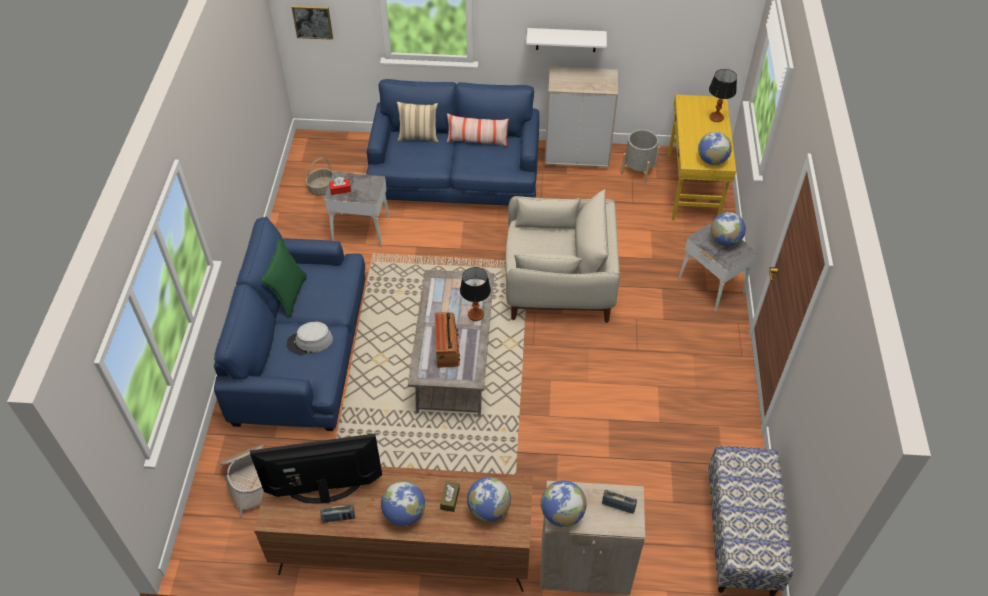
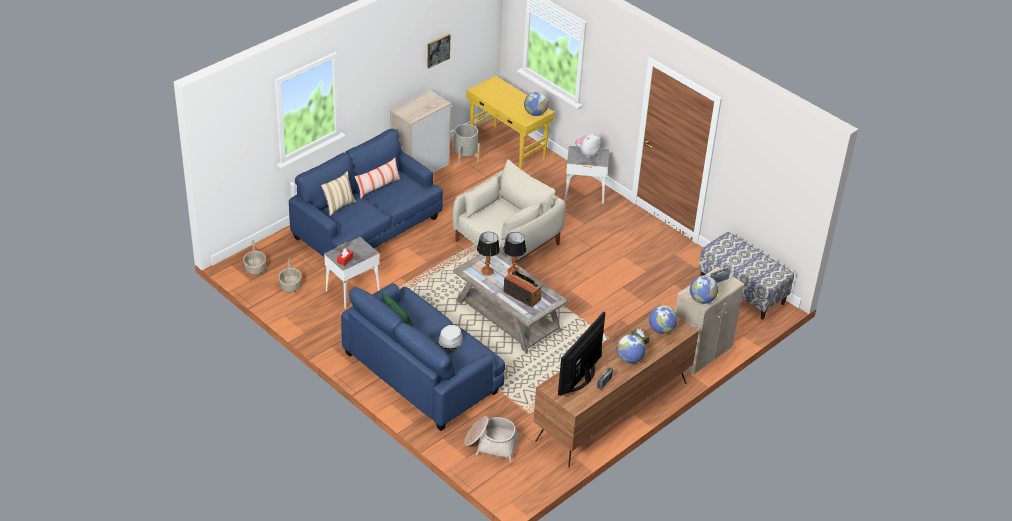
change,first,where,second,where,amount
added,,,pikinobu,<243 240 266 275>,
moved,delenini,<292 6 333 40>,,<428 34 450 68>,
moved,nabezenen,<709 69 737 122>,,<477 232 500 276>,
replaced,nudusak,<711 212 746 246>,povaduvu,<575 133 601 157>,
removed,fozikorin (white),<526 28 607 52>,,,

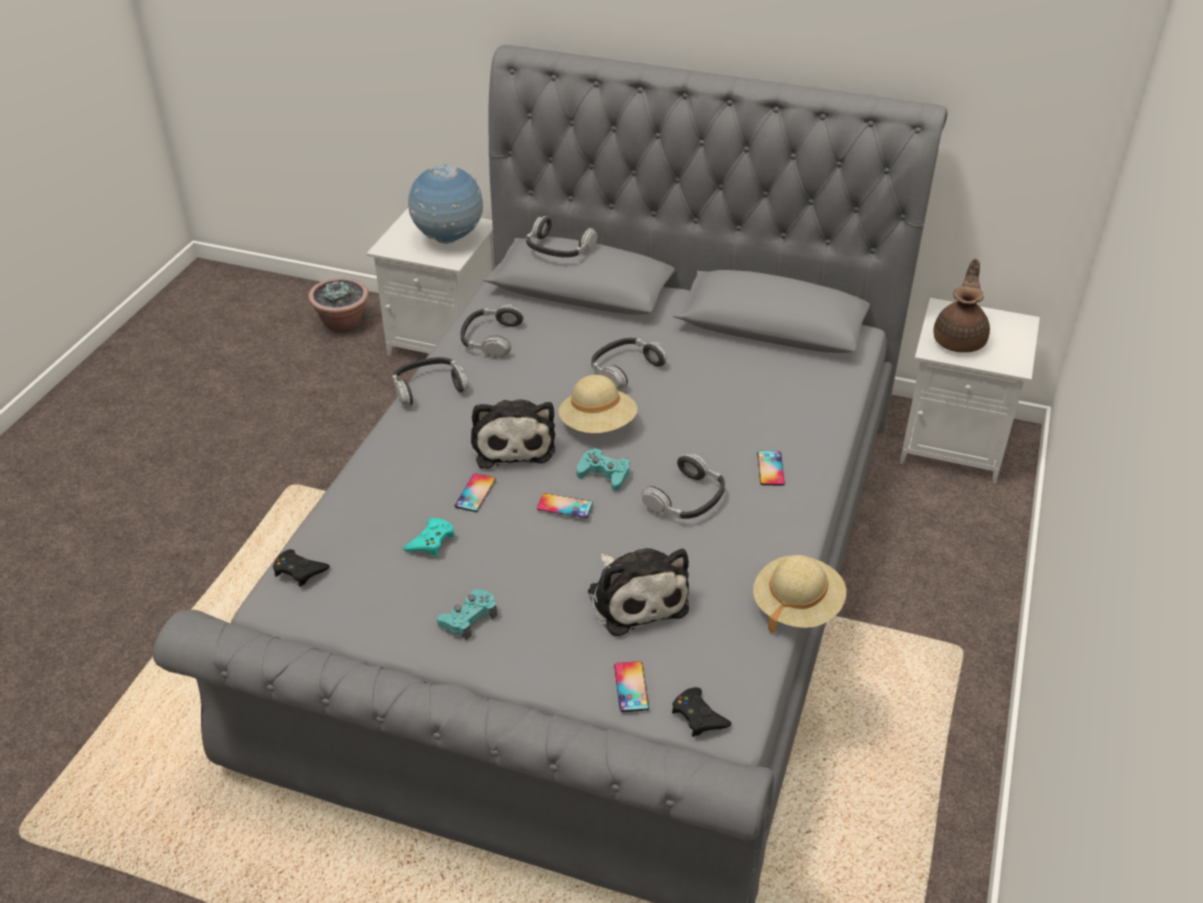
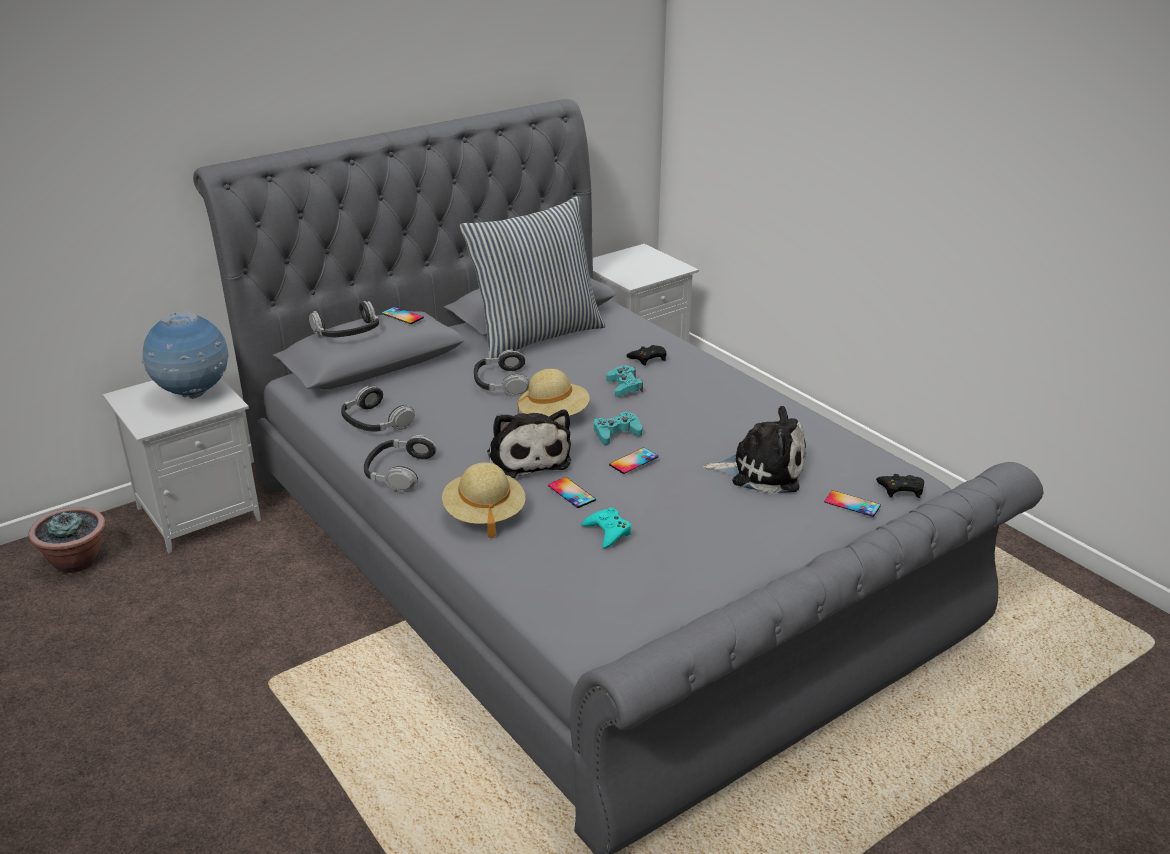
change,first,where,second,where,amount
moved,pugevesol,<757 451 785 486>,,<382 307 424 324>,
moved,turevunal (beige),<753 555 846 634>,,<442 462 525 538>,
added,,,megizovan,<460 196 605 359>,
turned,povaduvu,<471 399 555 469>,,<487 410 572 478>,45 degrees clockwise
moved,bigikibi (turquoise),<437 589 497 640>,,<606 366 643 397>,
moved,bigikibi (black),<273 549 330 587>,,<626 345 667 366>,
removed,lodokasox,<642 454 725 519>,,,
removed,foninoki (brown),<934 259 990 352>,,,

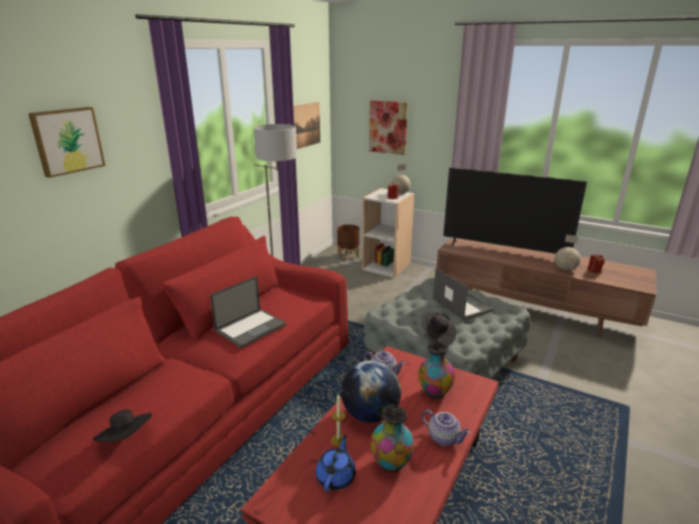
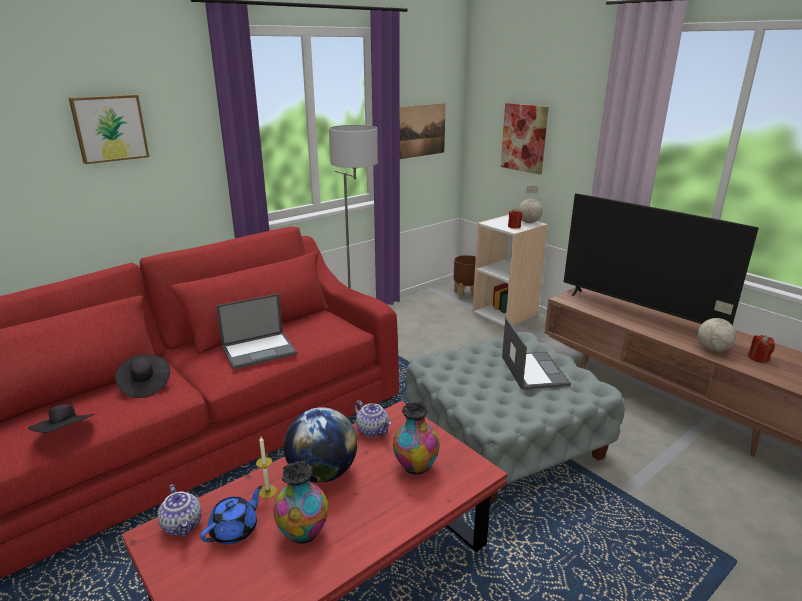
change,first,where,second,where,amount
moved,turevunal (black),<422 313 456 345>,,<115 355 170 398>,
moved,foninoki,<422 410 471 446>,,<158 484 202 536>,

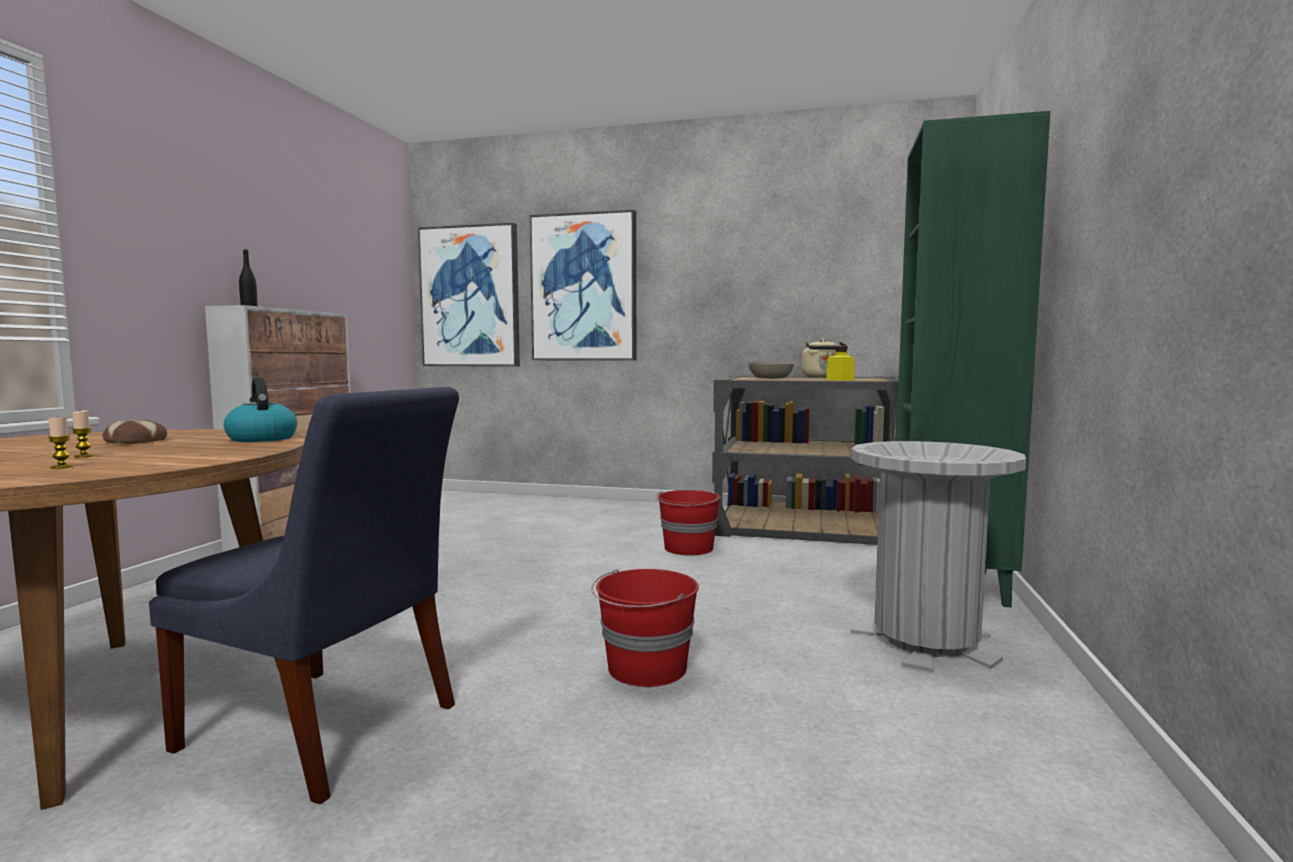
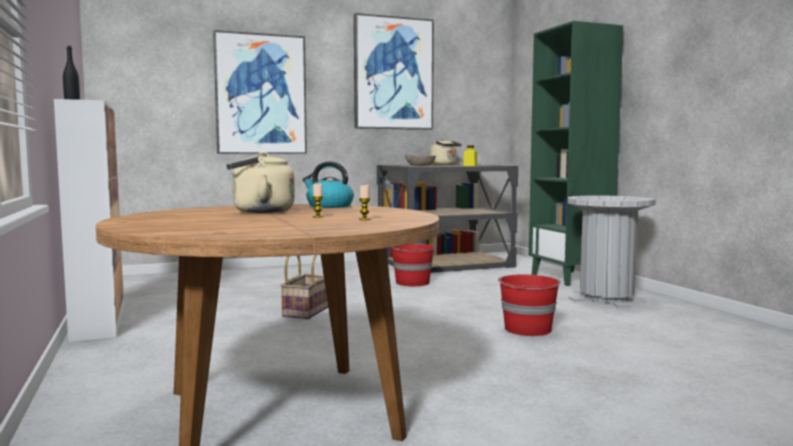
change,first,where,second,where,amount
replaced,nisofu,<102 420 167 444>,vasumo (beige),<226 152 295 213>,
added,,,pikinobu,<280 255 328 319>,
moved,delenini,<418 223 520 367>,,<354 13 434 130>,
removed,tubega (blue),<149 387 459 804>,,,

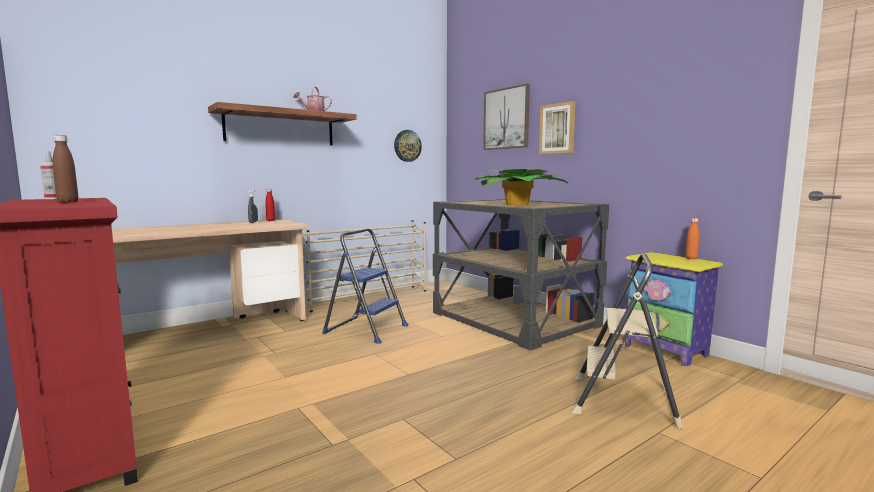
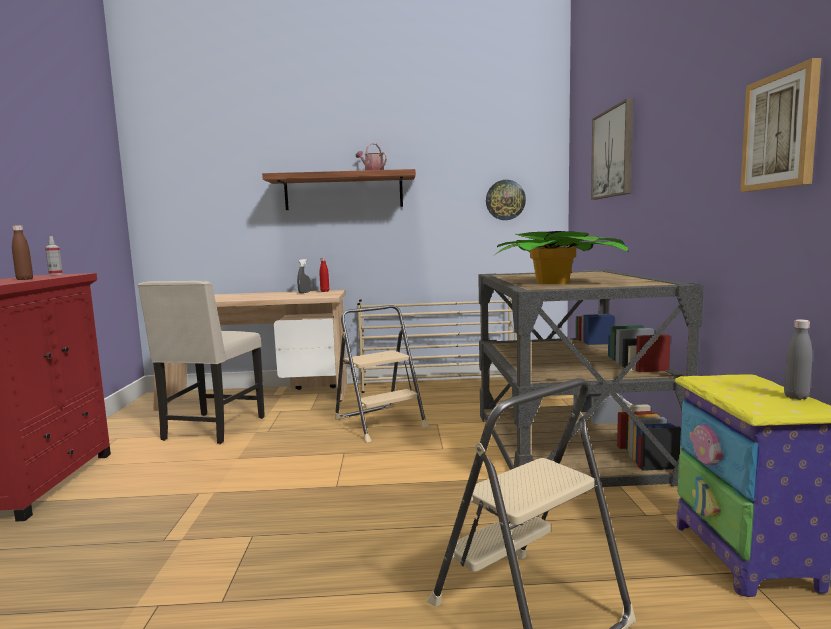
change,first,where,second,where,amount
added,,,tubega (beige),<138 281 265 444>,
recoloured,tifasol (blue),<322 228 409 344>,tifasol (beige),<335 305 429 442>,
moved,delenini,<539 101 576 154>,,<740 58 821 192>,
recoloured,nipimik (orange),<685 218 699 259>,nipimik (grey),<784 319 812 400>,

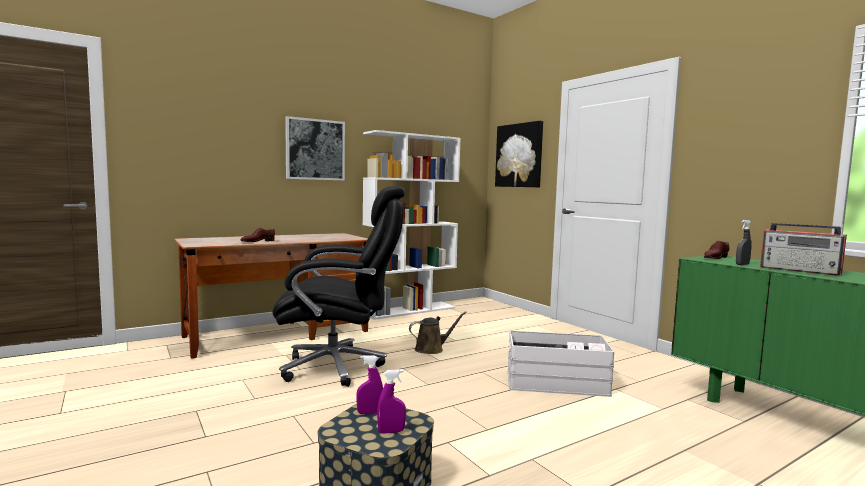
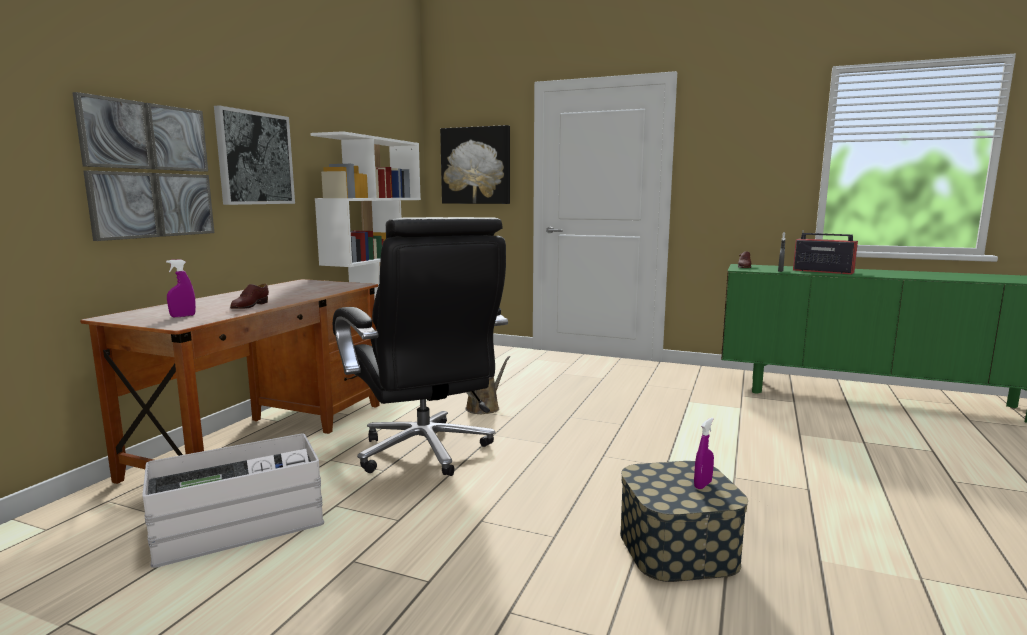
change,first,where,second,where,amount
added,,,delenini,<72 92 214 241>,
moved,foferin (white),<507 331 614 397>,,<142 433 324 568>,
moved,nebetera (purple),<356 355 383 414>,,<166 259 196 317>,
turned,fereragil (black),<272 186 405 387>,,<333 217 508 476>,105 degrees clockwise
turned,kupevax,<760 223 847 276>,,<793 230 858 274>,150 degrees counterclockwise

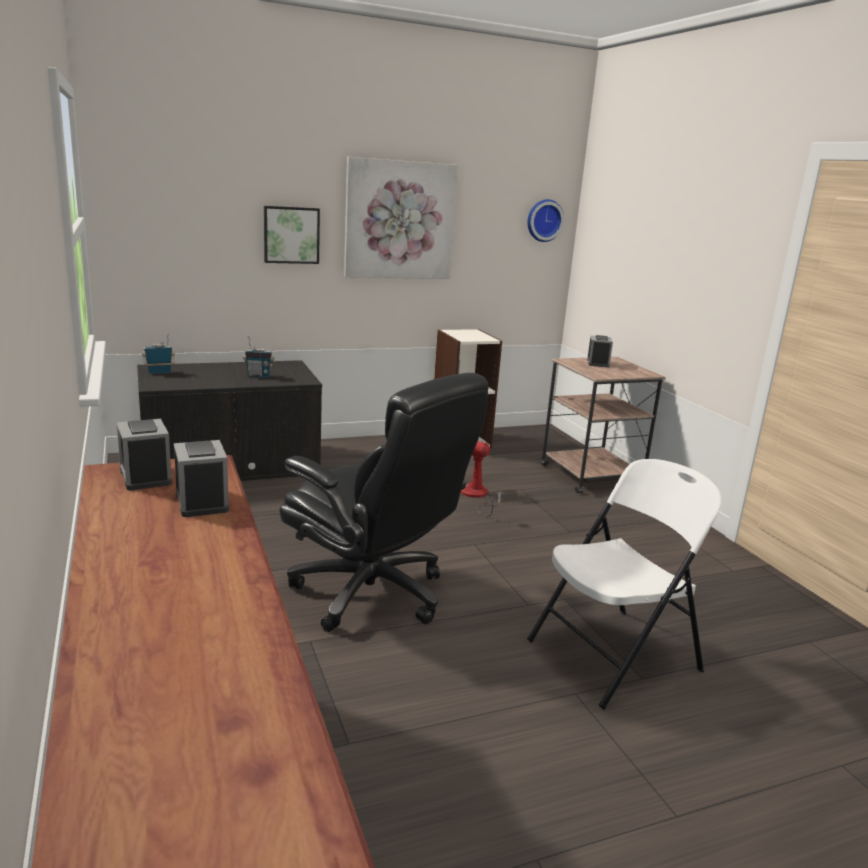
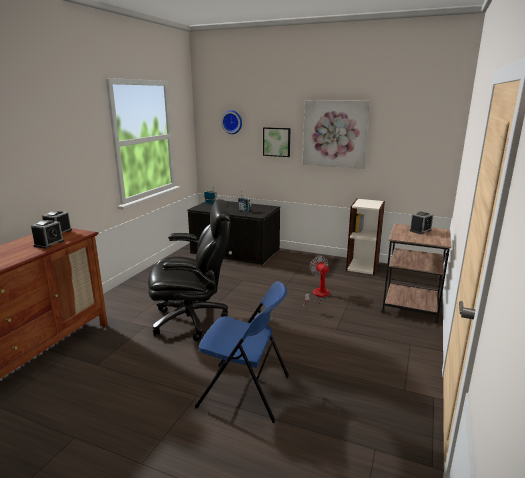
change,first,where,second,where,amount
turned,fereragil (black),<280 373 488 632>,,<148 199 231 341>,90 degrees counterclockwise
recoloured,tubega (white),<527 459 722 710>,tubega (blue),<195 281 289 423>,
moved,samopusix,<527 199 564 242>,,<221 110 242 134>,

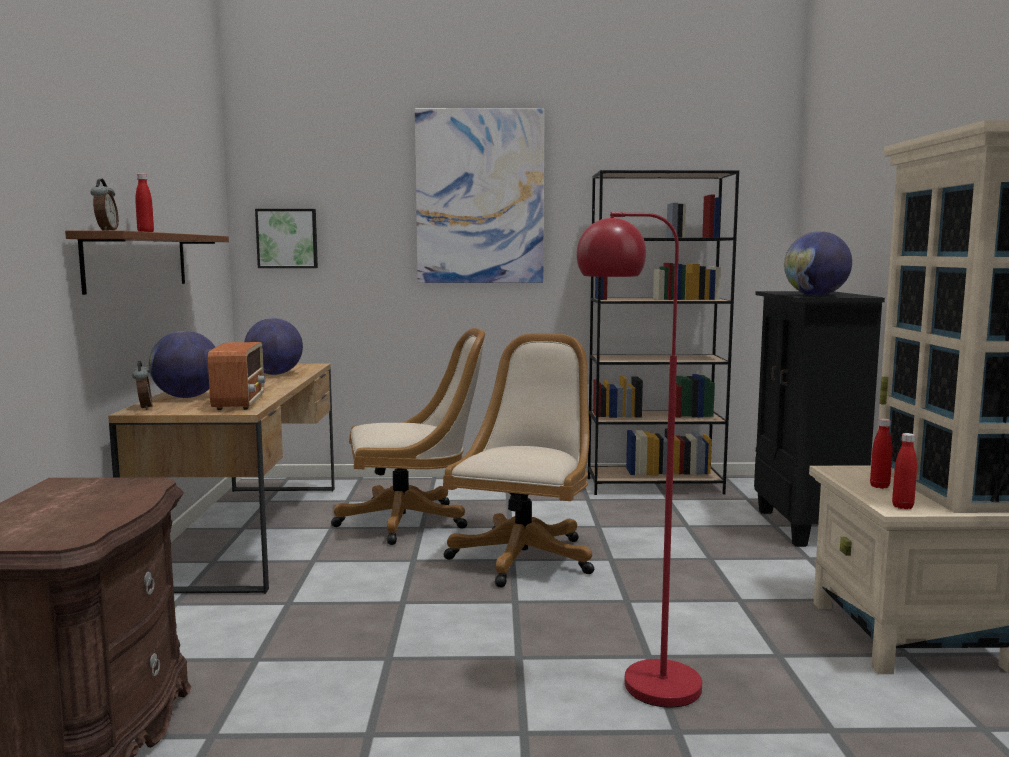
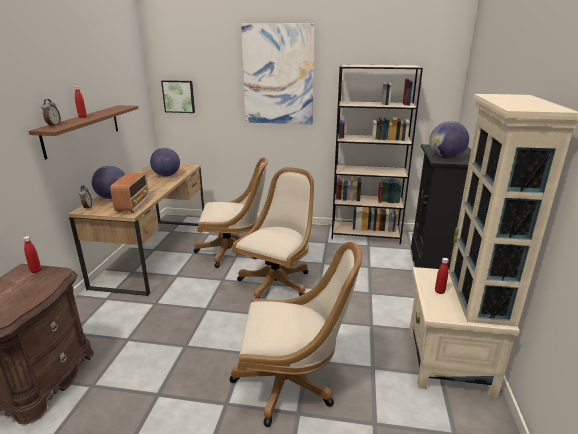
change,first,where,second,where,amount
moved,nipimik (red),<892 433 917 509>,,<23 236 41 273>,
replaced,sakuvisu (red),<577 212 702 708>,fereragil,<229 242 362 427>,

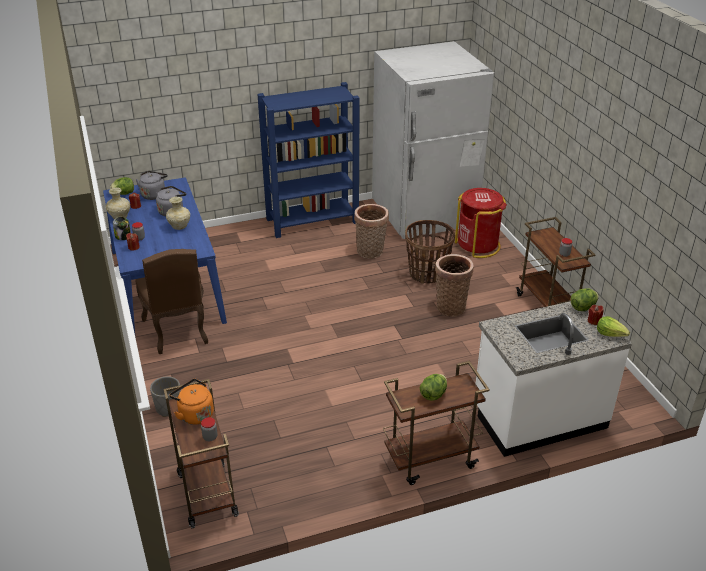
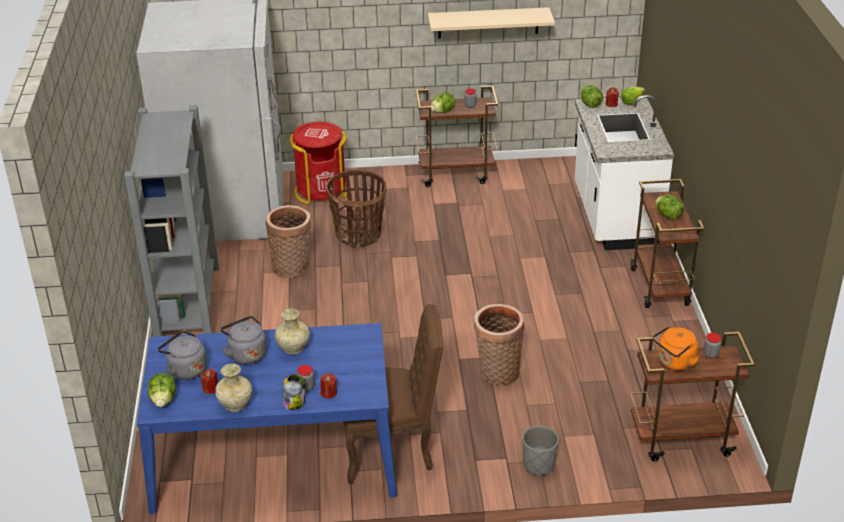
change,first,where,second,where,amount
recoloured,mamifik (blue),<257 82 360 238>,mamifik (grey),<124 105 219 337>,
added,,,fozikorin (beige),<428 7 555 39>,
added,,,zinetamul,<430 92 456 113>,
moved,pikinobu,<435 254 473 317>,,<474 304 524 386>,

